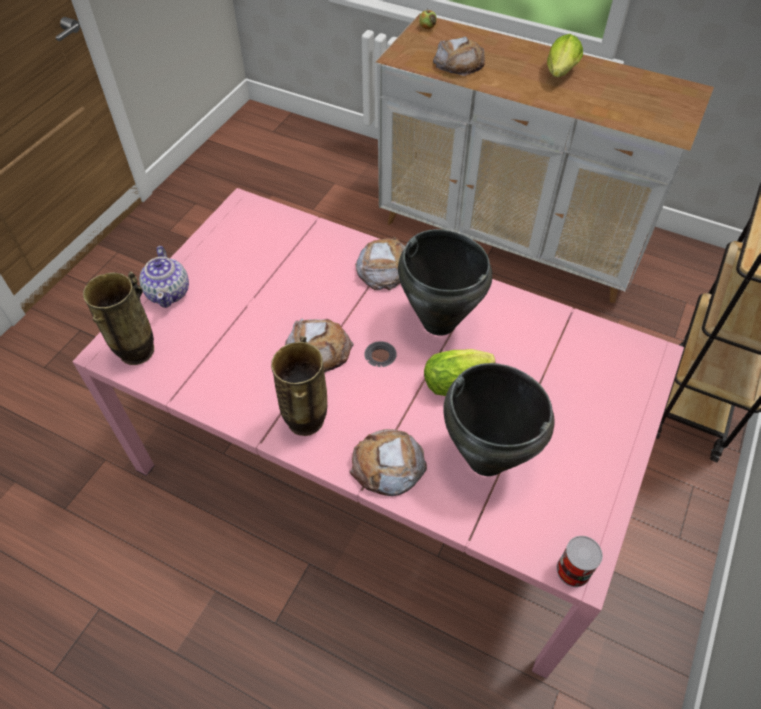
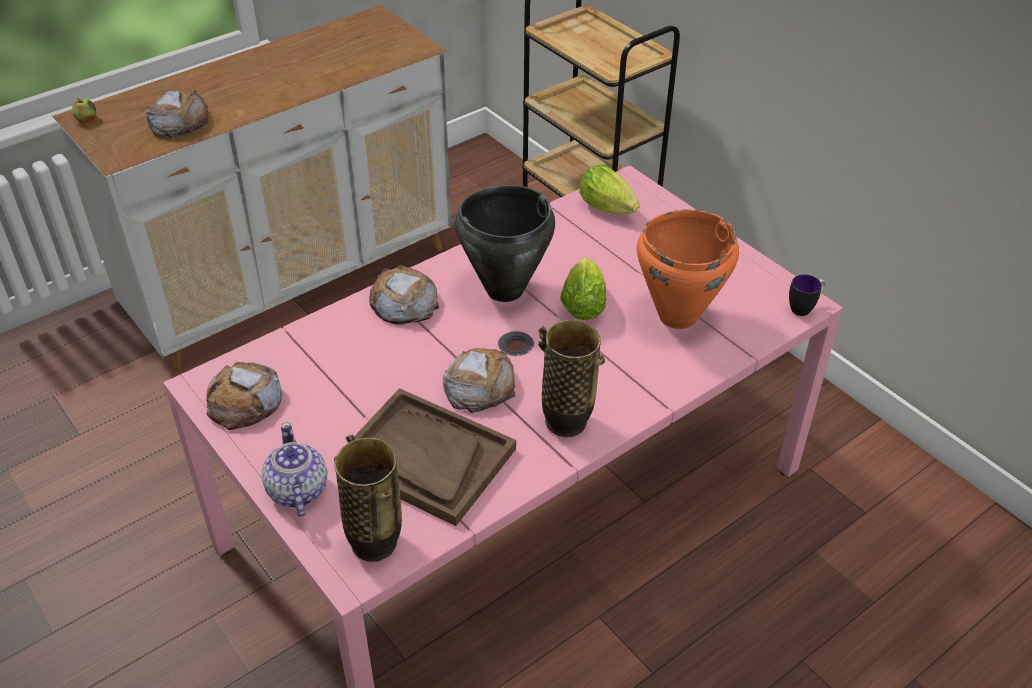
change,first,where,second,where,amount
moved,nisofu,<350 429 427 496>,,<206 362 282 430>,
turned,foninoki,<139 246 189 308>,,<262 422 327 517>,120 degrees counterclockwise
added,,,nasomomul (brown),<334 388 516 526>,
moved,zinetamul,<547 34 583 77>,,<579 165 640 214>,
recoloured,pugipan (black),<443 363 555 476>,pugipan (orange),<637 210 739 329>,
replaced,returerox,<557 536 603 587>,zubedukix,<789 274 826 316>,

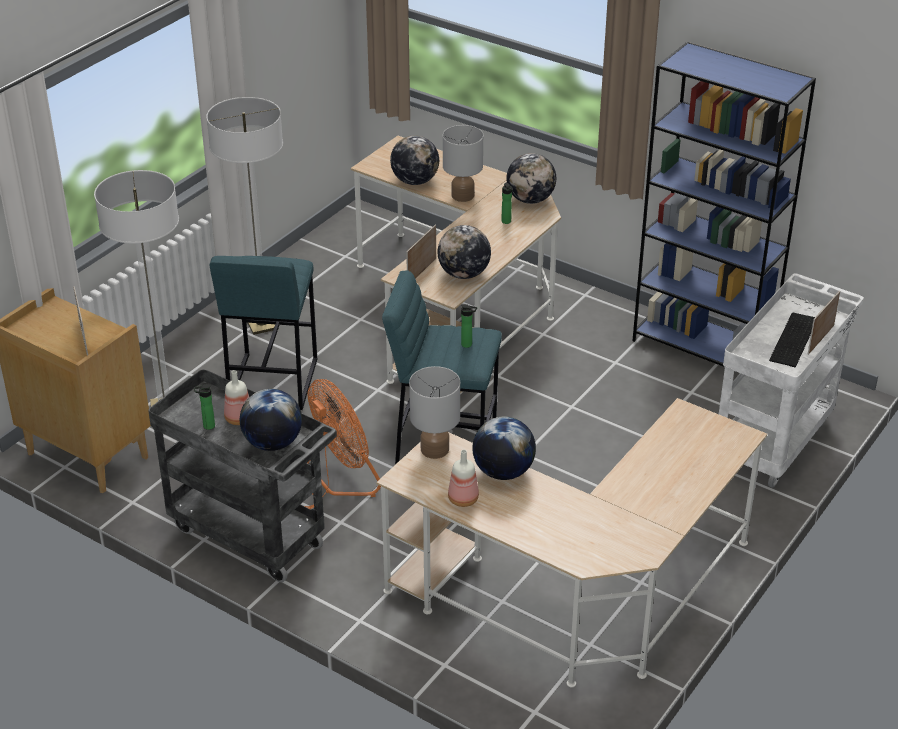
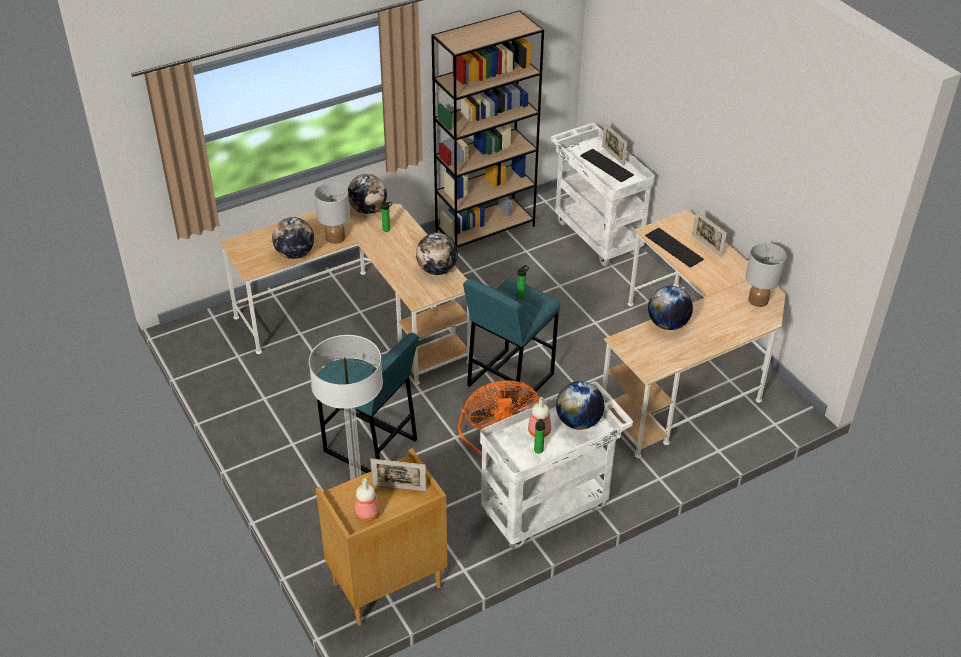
change,first,where,second,where,amount
moved,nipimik,<448 450 479 507>,,<355 479 380 522>,
recoloured,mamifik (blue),<632 42 816 367>,mamifik (beige),<431 10 544 248>,
recoloured,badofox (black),<148 369 337 582>,badofox (white),<480 381 633 549>,
added,,,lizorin,<645 228 704 267>,
moved,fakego,<406 224 436 279>,,<692 211 727 257>,
moved,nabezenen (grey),<409 366 460 459>,,<746 243 786 307>,
removed,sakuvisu,<206 97 283 335>,,,

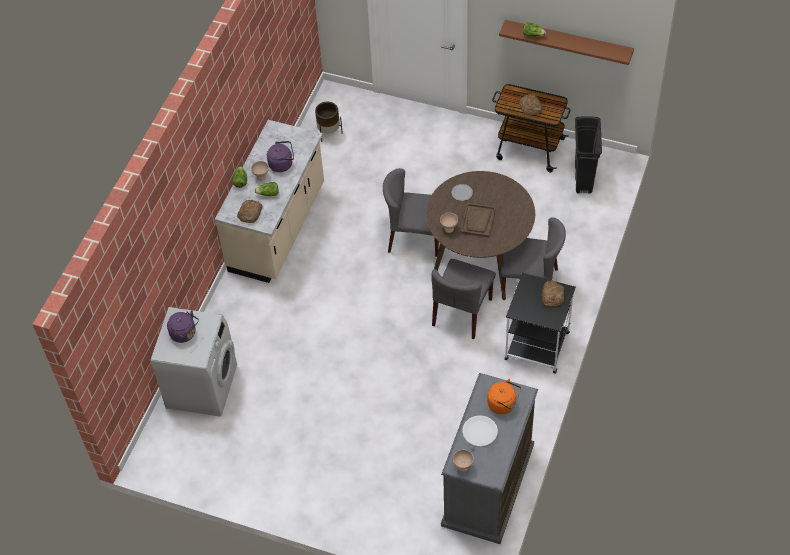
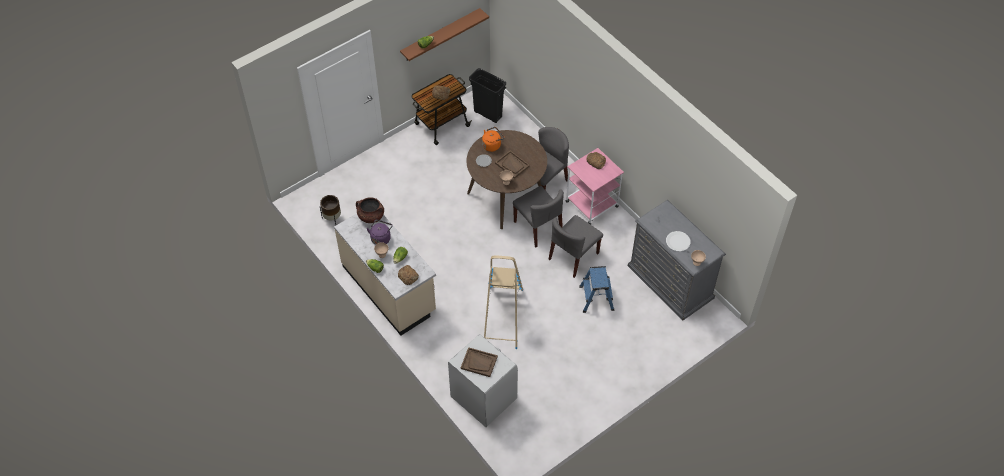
change,first,where,second,where,amount
added,,,pugipan (brown),<356 197 384 223>,
replaced,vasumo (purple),<167 310 199 343>,nasomomul (brown),<461 347 498 377>,
moved,vasumo (orange),<487 379 521 414>,,<482 127 505 152>,
added,,,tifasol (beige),<484 256 523 349>,
moved,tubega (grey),<383 168 439 257>,,<549 215 603 278>,
recoloured,badofox (black),<504 273 576 374>,badofox (pink),<566 148 624 225>,
added,,,tifasol (blue),<579 266 614 313>,

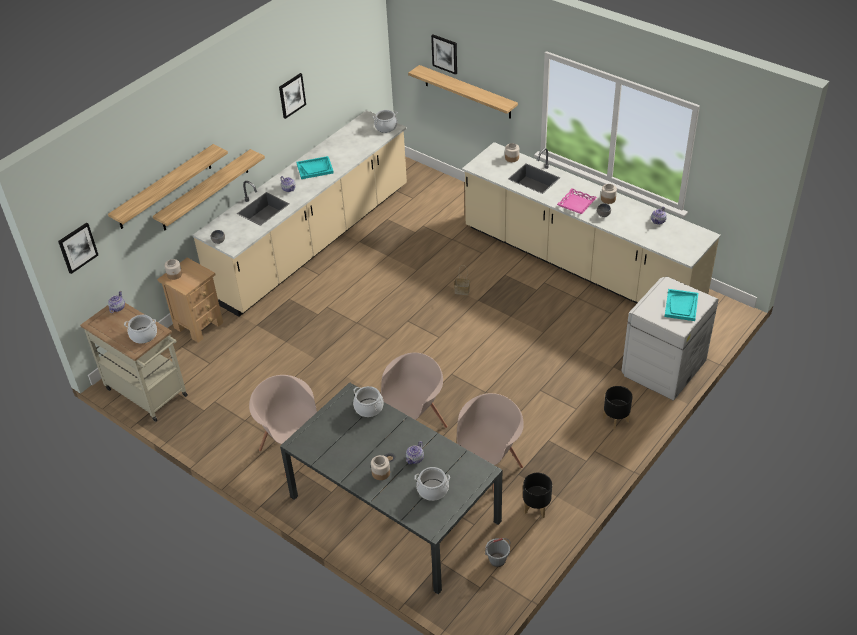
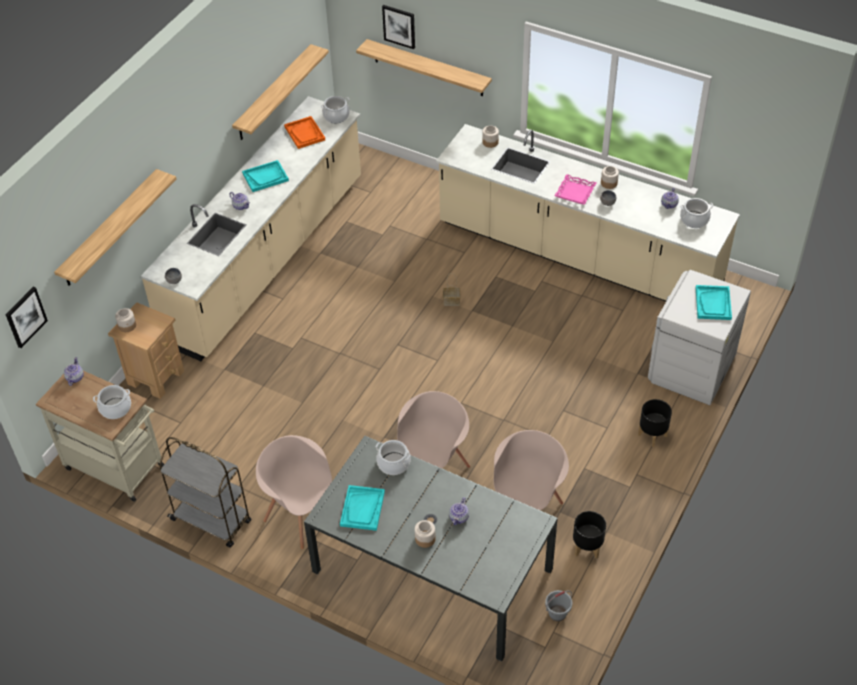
change,first,where,second,where,amount
added,,,badofox (grey),<160 437 252 548>,
moved,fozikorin,<153 149 265 230>,,<232 44 329 140>,
added,,,nasomomul (orange),<284 116 325 149>,
added,,,nasomomul (turquoise),<340 485 385 531>,
moved,pugipan,<414 467 450 501>,,<680 198 713 228>,
removed,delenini,<279 73 306 119>,,,

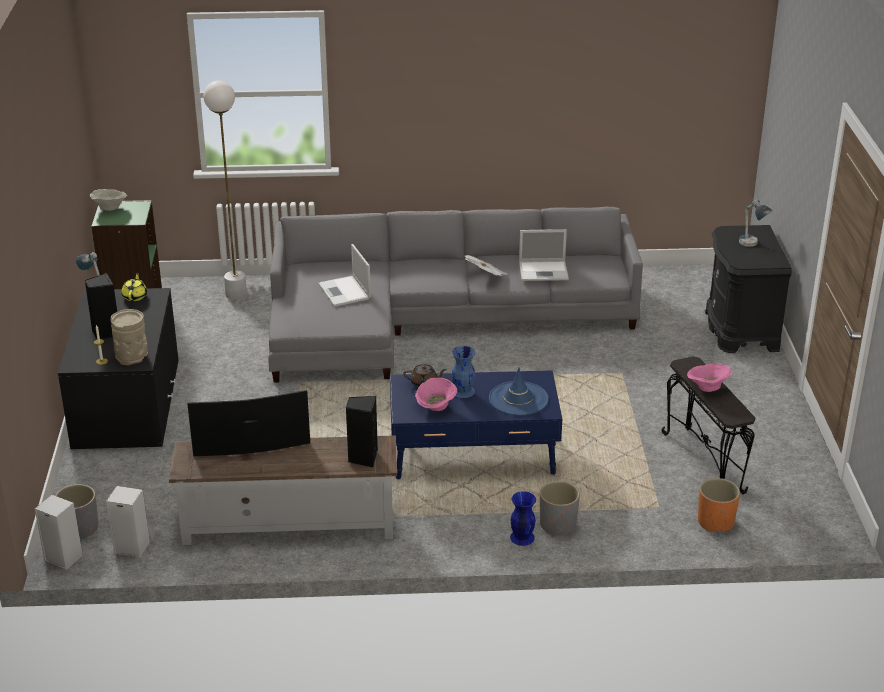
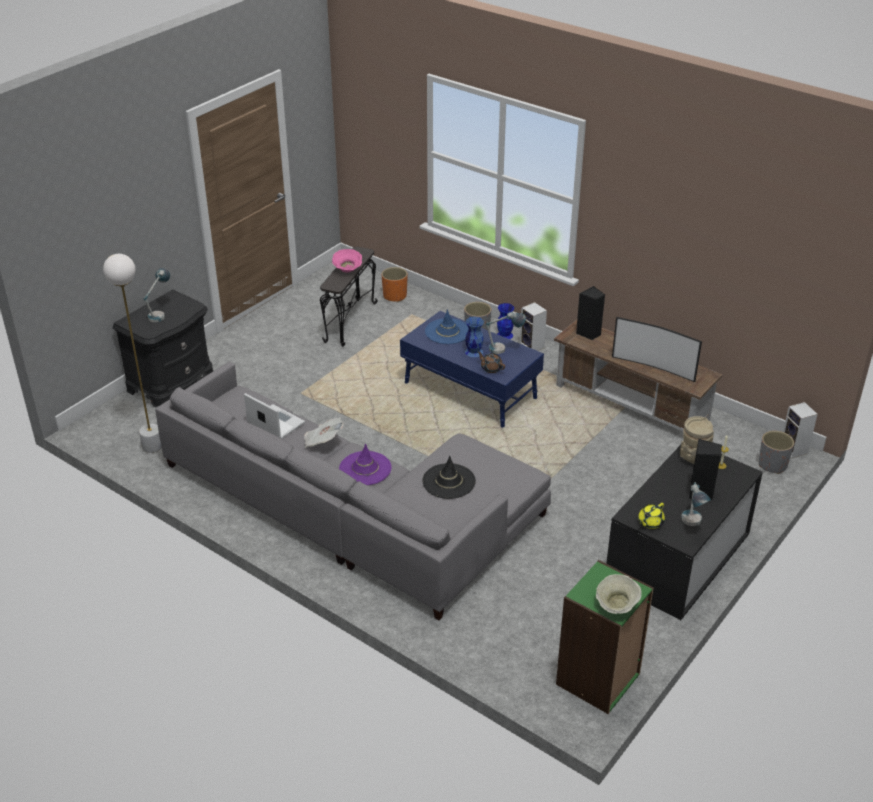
change,first,where,second,where,amount
moved,sakuvisu (white),<203 80 247 300>,,<103 254 162 453>,
added,,,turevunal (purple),<339 443 391 485>,
replaced,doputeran,<318 244 371 307>,turevunal (black),<422 456 476 499>,
replaced,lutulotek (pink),<415 378 457 411>,nabezenen,<486 312 526 354>,
moved,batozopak,<106 486 150 558>,,<520 302 547 351>,

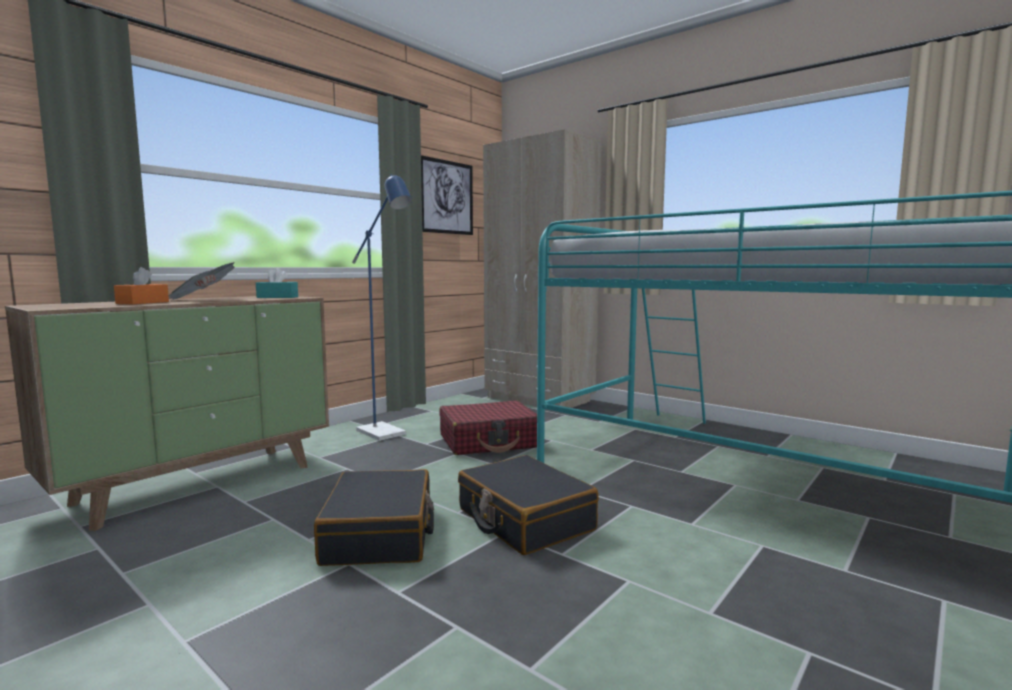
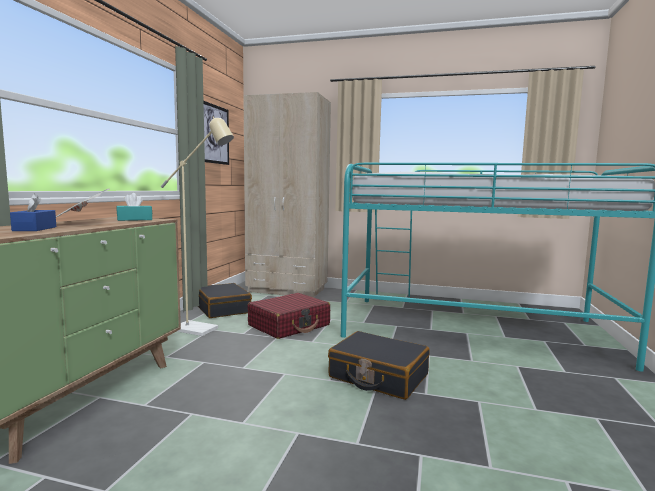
change,first,where,second,where,amount
recoloured,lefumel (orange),<114 267 169 304>,lefumel (blue),<10 194 56 231>,
recoloured,sakuvisu (blue),<352 174 412 441>,sakuvisu (beige),<161 116 234 336>,
moved,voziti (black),<314 469 434 566>,,<198 283 252 318>,

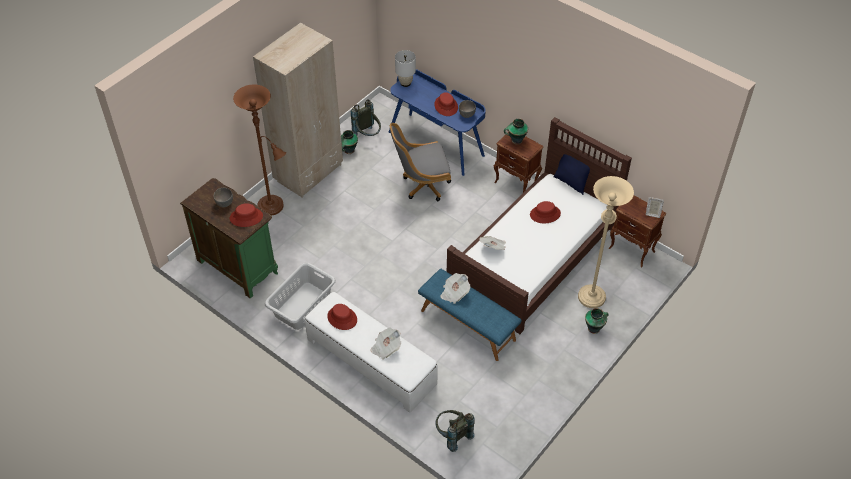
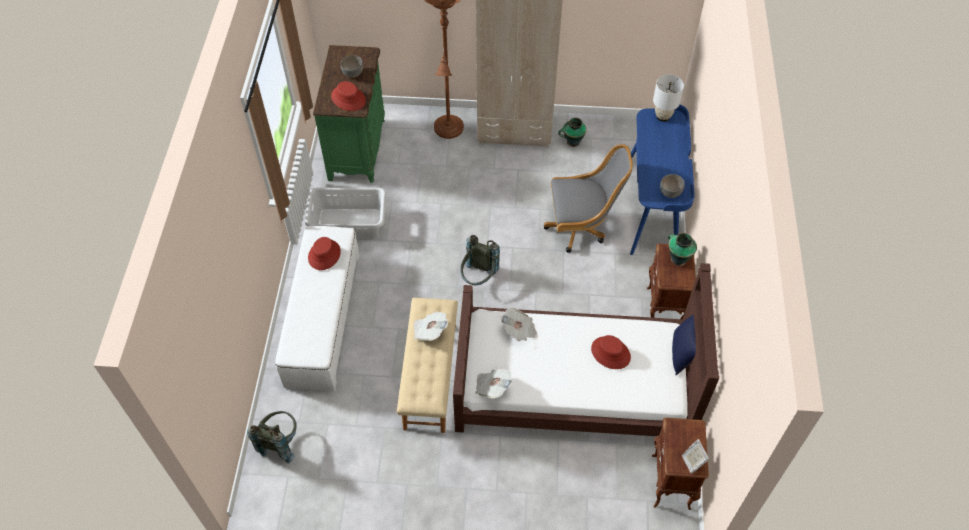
change,first,where,second,where,amount
recoloured,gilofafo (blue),<418 269 522 361>,gilofafo (beige),<397 298 458 433>,
moved,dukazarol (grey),<351 99 381 136>,,<460 235 500 285>,
moved,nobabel,<370 328 401 360>,,<475 368 512 399>,
turned,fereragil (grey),<390 123 451 201>,,<544 144 633 253>,135 degrees clockwise
removed,turevunal (red),<434 92 458 116>,,,
removed,sakuvisu (beige),<578 176 634 308>,,,
removed,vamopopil,<585 308 608 334>,,,

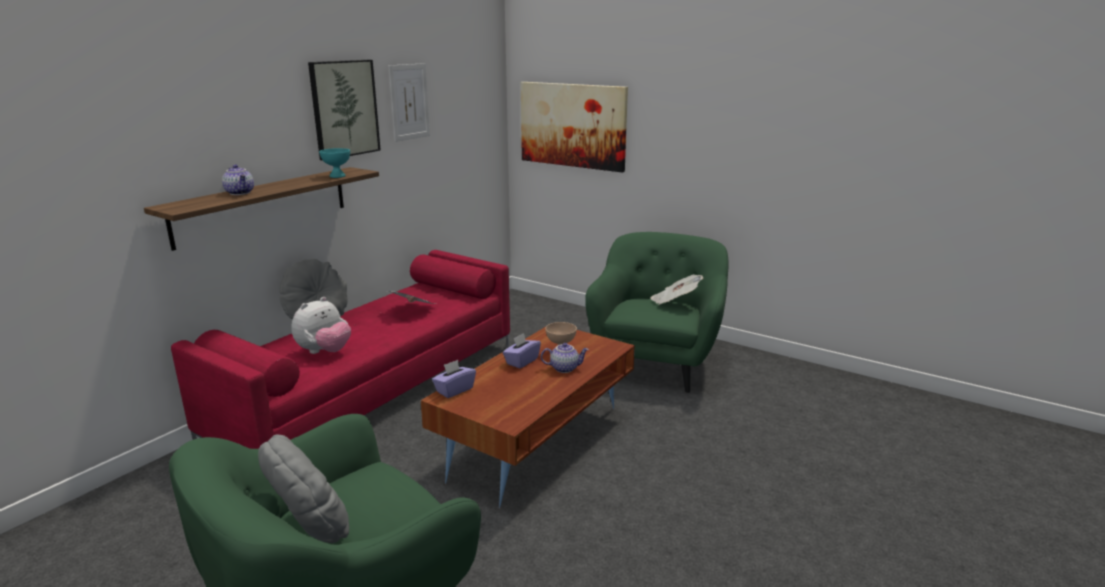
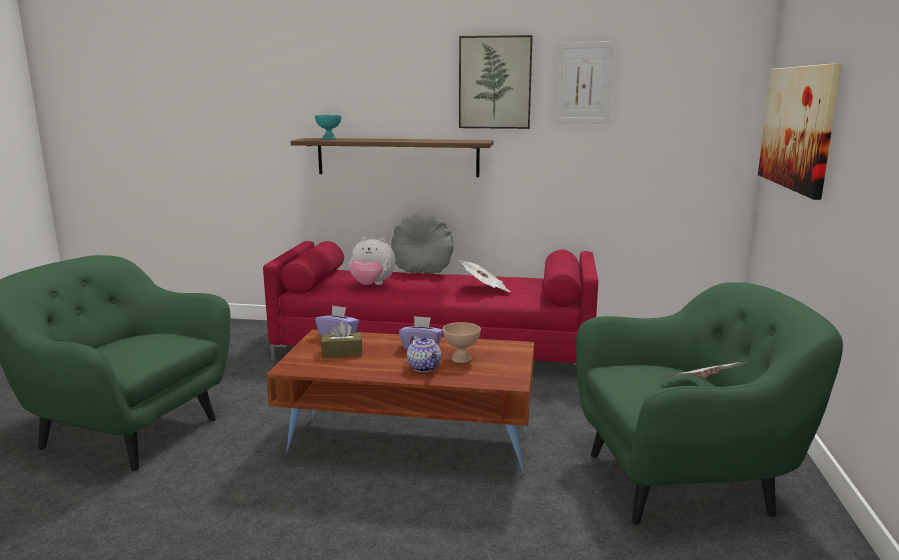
change,first,where,second,where,amount
moved,lutulotek (turquoise),<319 148 350 178>,,<315 115 342 140>,
added,,,lefumel (brown),<321 322 362 358>,
removed,foninoki,<222 165 254 195>,,,
removed,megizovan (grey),<258 435 349 543>,,,

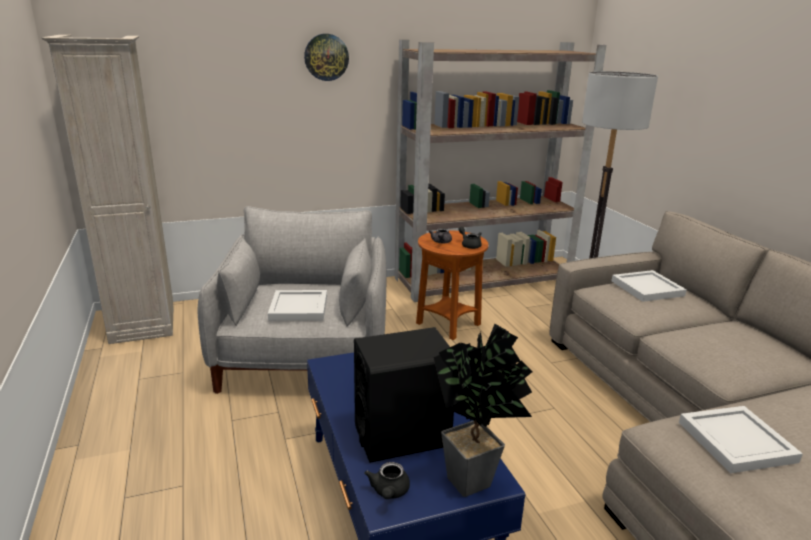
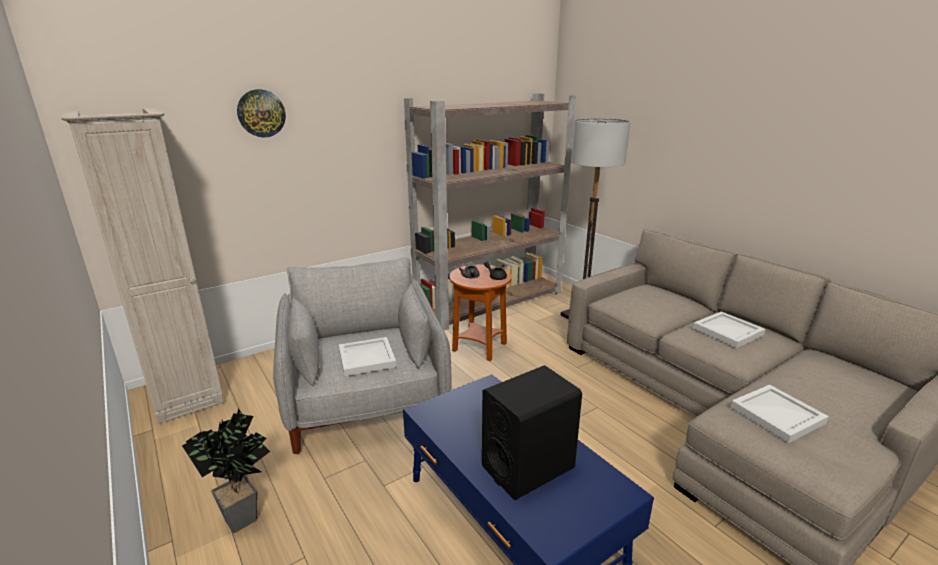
change,first,where,second,where,amount
moved,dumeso,<433 324 532 497>,,<182 408 270 533>,
moved,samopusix,<304 34 349 81>,,<237 89 286 138>,
moved,nasomomul (white),<612 270 687 302>,,<693 311 765 348>,
removed,foninoki (black),<364 462 410 499>,,,

